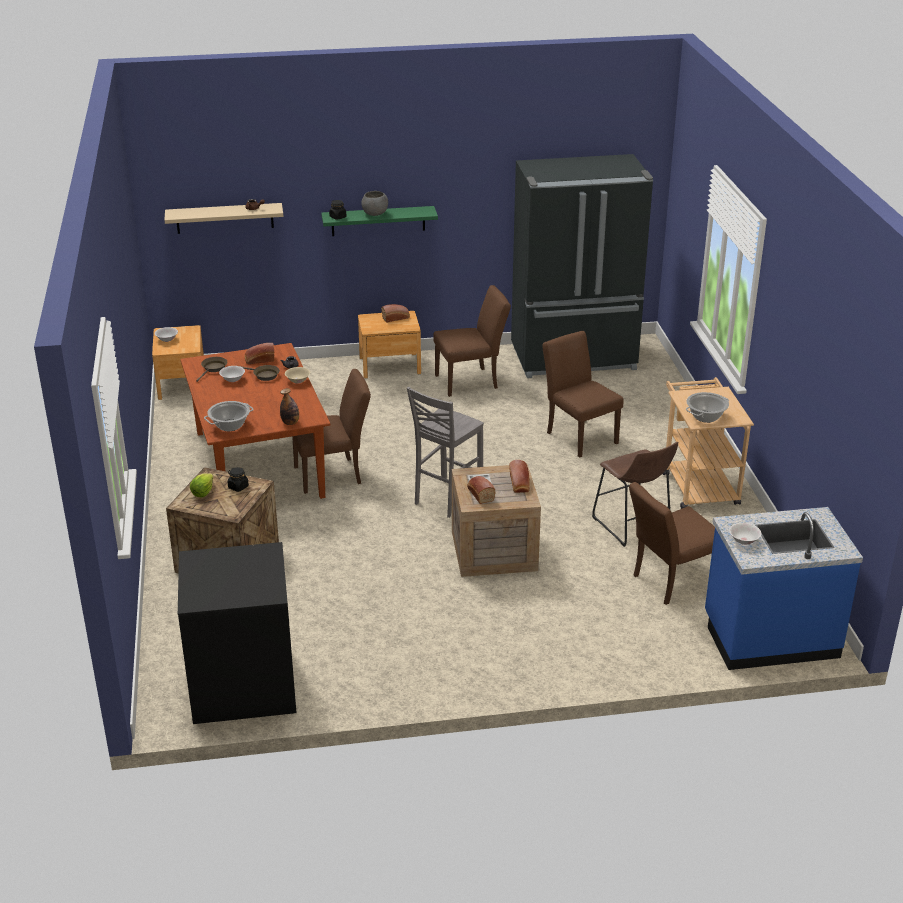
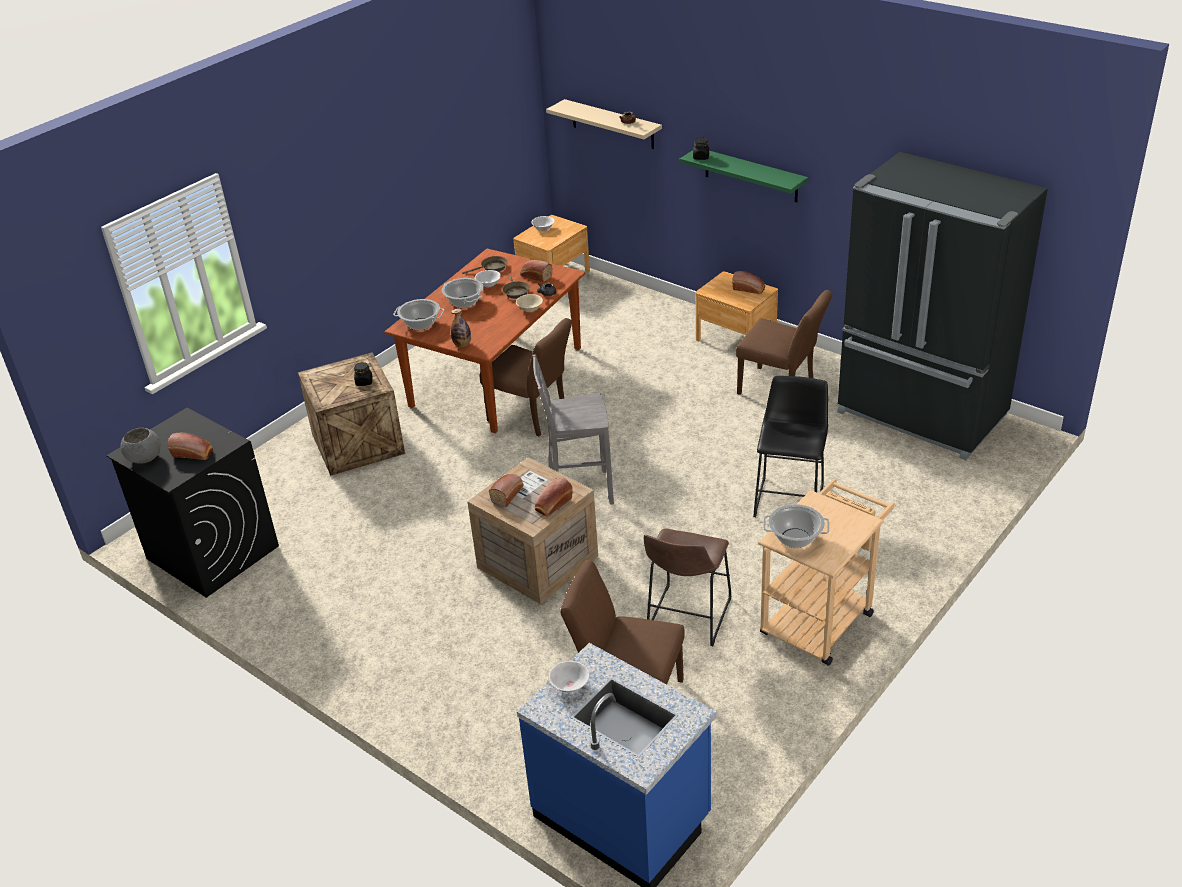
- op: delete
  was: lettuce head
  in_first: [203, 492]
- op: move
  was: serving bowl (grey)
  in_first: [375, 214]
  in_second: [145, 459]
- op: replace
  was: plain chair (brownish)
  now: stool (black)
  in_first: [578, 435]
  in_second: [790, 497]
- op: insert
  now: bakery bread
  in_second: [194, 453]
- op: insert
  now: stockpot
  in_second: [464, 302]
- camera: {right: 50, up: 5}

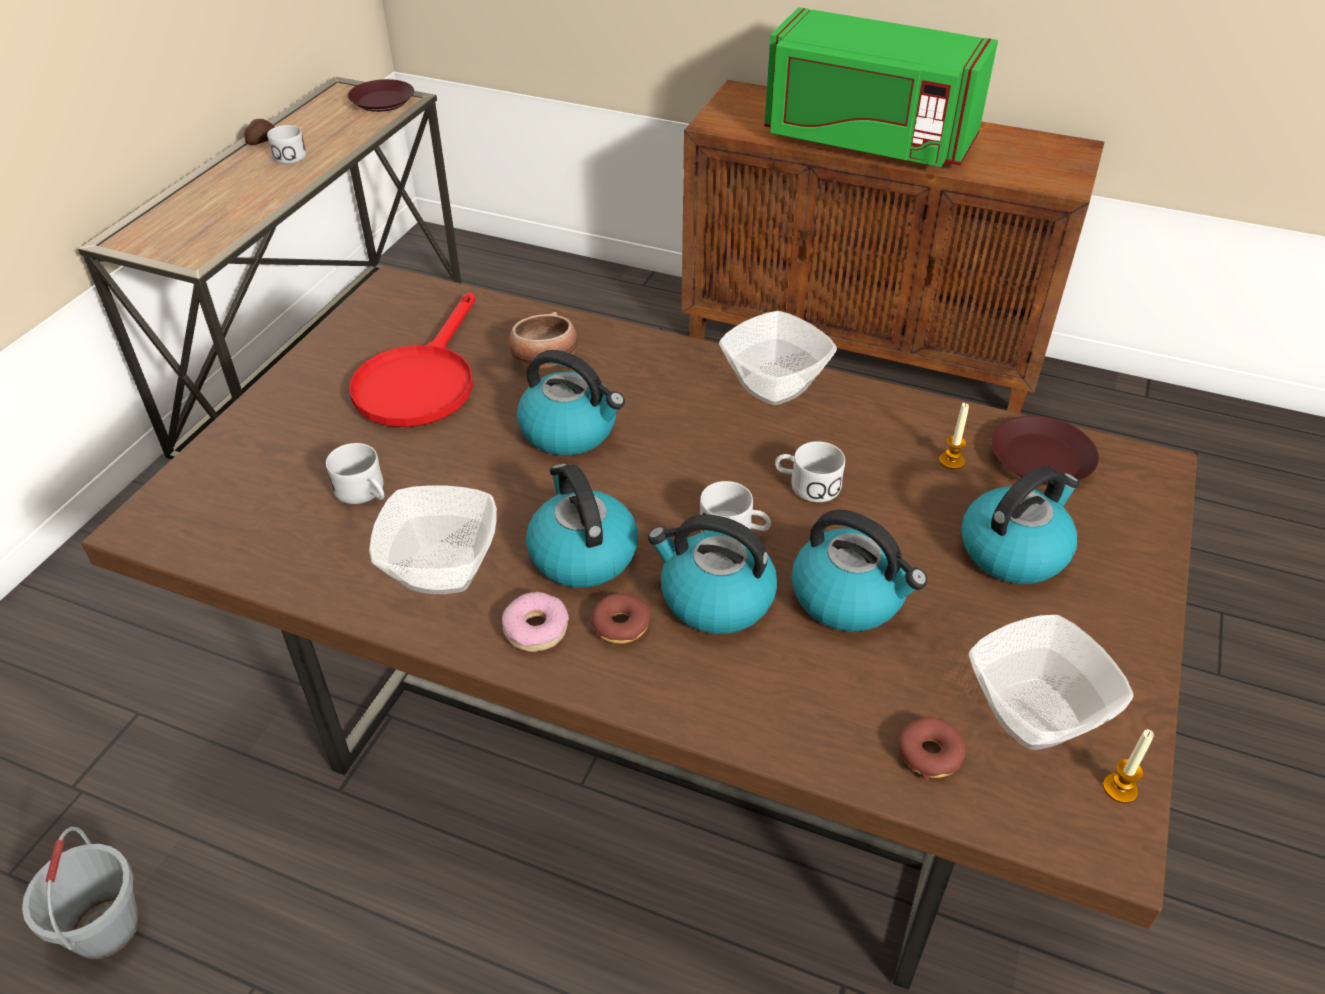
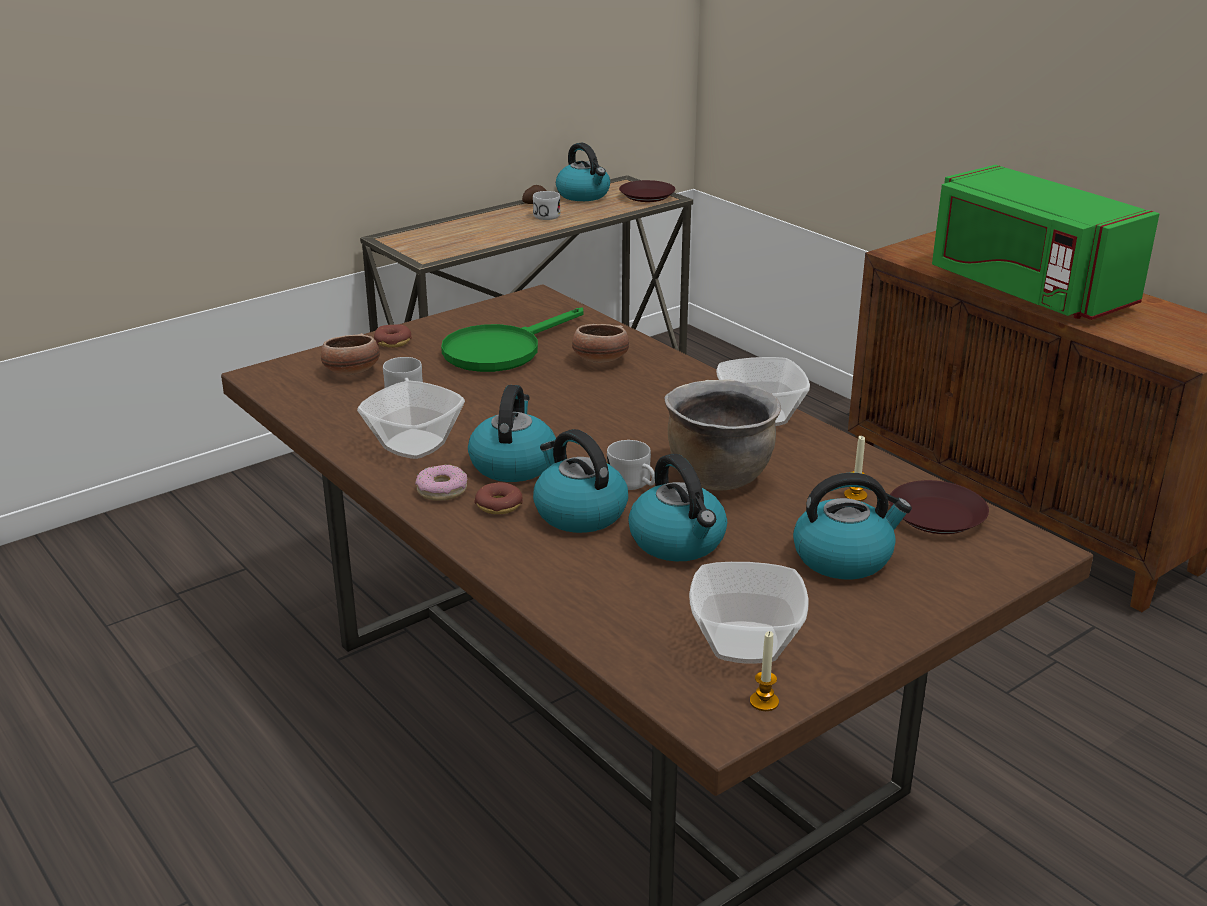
- op: delete
  was: bucket (grey)
  in_first: [105, 928]
- op: recolor
  was: skillet (red)
  now: skillet (green-coloured)
  in_first: [420, 381]
  in_second: [501, 350]
- op: move
  was: tea kettle
  in_first: [570, 430]
  in_second: [584, 195]
- op: replace
  was: tea mug (white)
  now: stockpot (brownish)
  in_first: [806, 485]
  in_second: [718, 476]
- op: move
  was: doughnut
  in_first: [929, 754]
  in_second: [393, 342]
- op: insert
  now: serving bowl
  in_second: [351, 372]
- camera: {right: 30, up: -15}

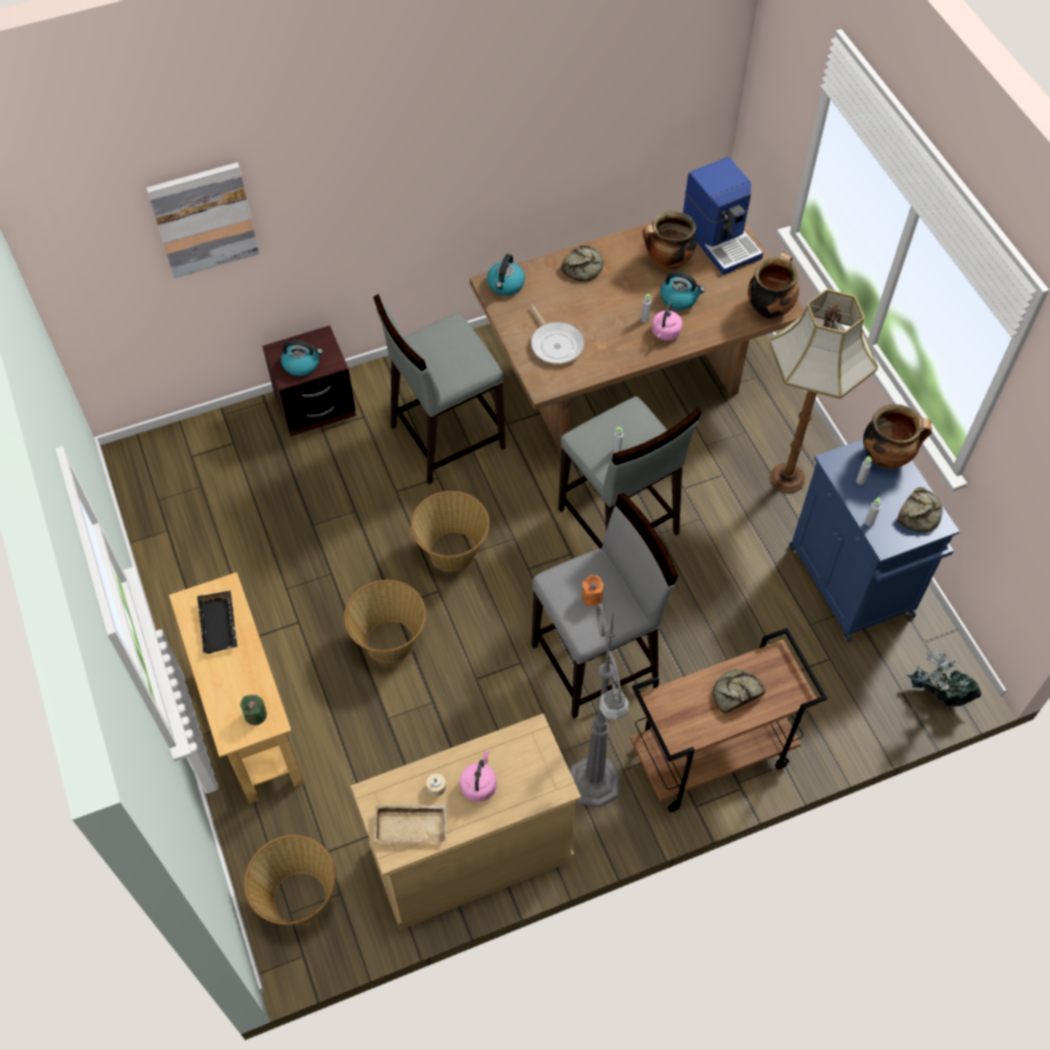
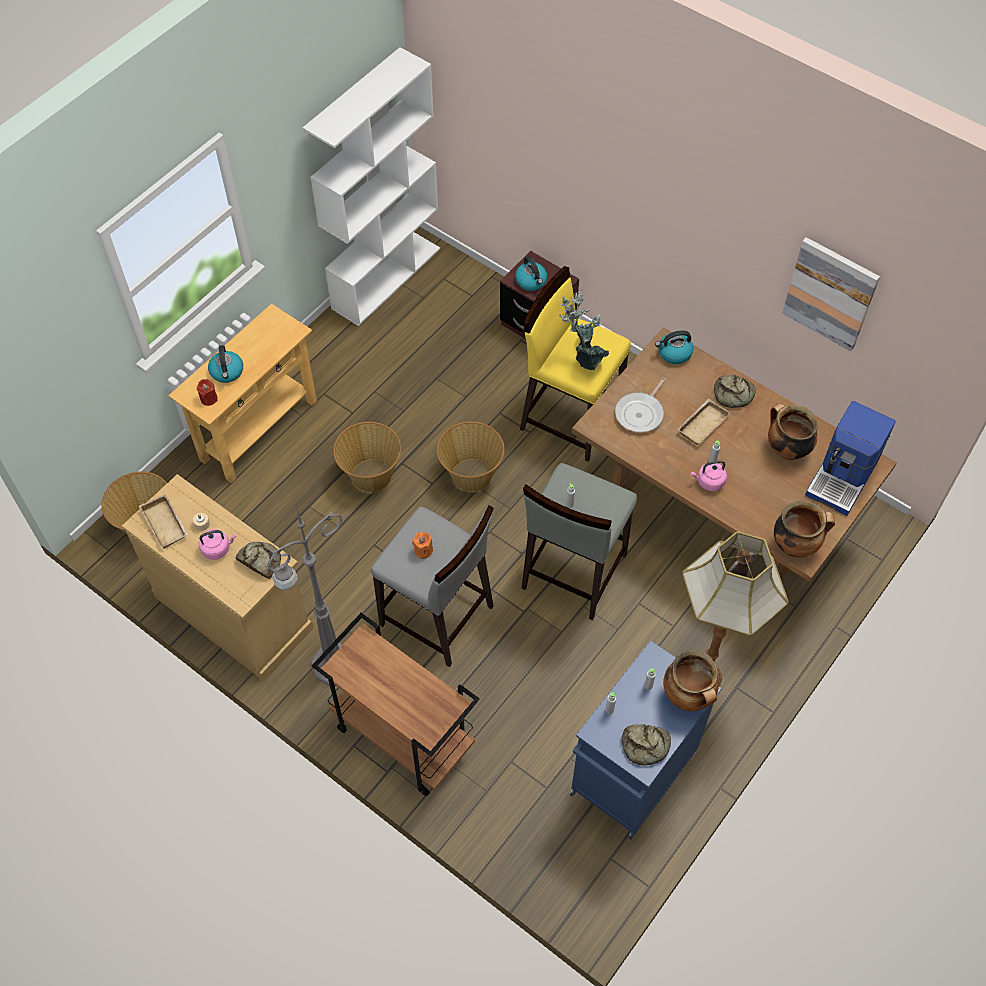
- op: move
  was: wall art
  in_first: [204, 219]
  in_second: [830, 293]
- op: delete
  was: carrying tray (black)
  in_first: [220, 625]
- op: recolor
  was: wax light (green-coloured)
  now: wax light (red)
  in_first: [255, 715]
  in_second: [209, 398]
- op: recolor
  was: stool (grey)
  now: stool (yellowish)
  in_first: [446, 437]
  in_second: [570, 418]
- op: move
  was: tea kettle
  in_first: [679, 298]
  in_second: [227, 372]
- op: move
  was: bakery bread
  in_first: [736, 693]
  in_second: [260, 561]
- op: move
  was: potted plant
  in_first: [934, 697]
  in_second: [583, 357]
- op: insert
  now: bookcase (white)
  in_second: [386, 277]
- op: insert
  now: carrying tray (beige)
  in_second: [702, 423]
- camera: {right: 60, up: 0}

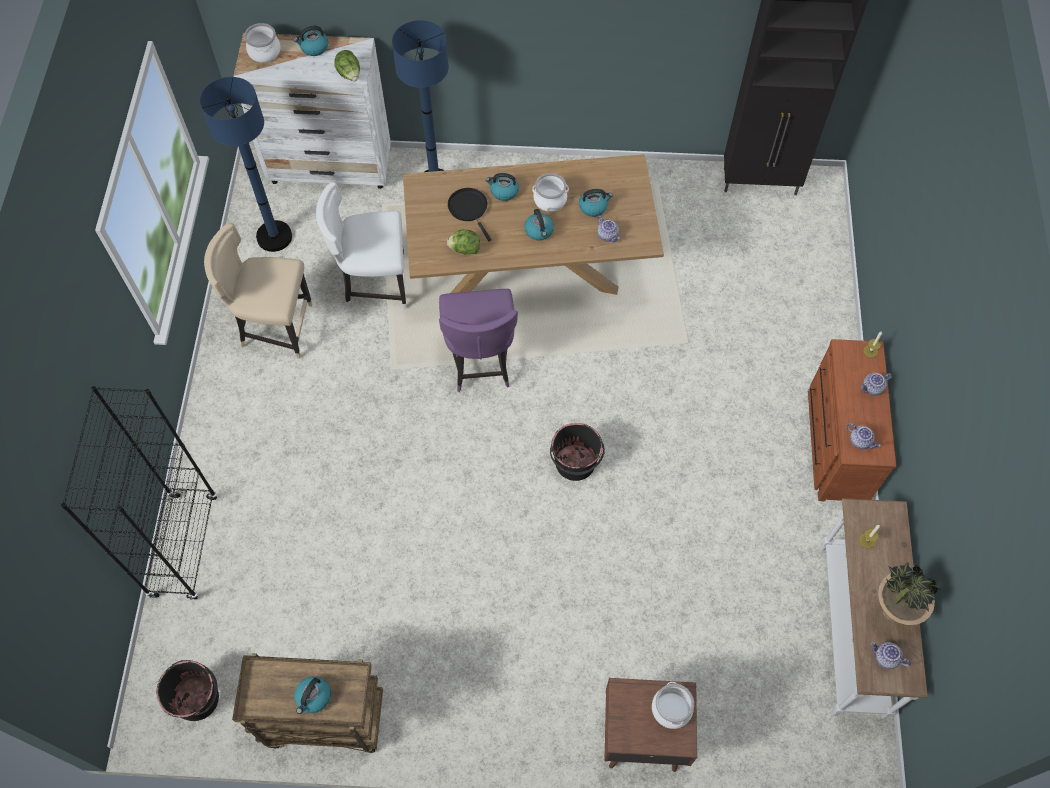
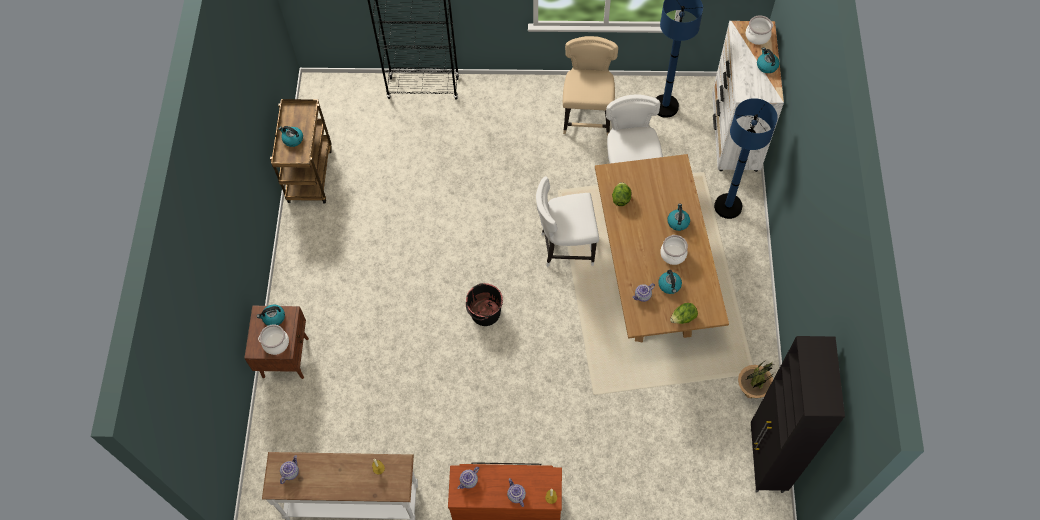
- op: delete
  was: bucket (black)
  in_first: [197, 698]
- op: move
  was: lettuce head
  in_first: [349, 74]
  in_second: [683, 318]
- op: recolor
  was: plain chair (purplish)
  now: plain chair (white)
  in_first: [480, 363]
  in_second: [565, 247]
- op: delete
  was: skillet (black)
  in_first: [469, 209]
- op: move
  was: tea kettle
  in_first: [539, 231]
  in_second: [273, 318]
- op: move
  was: potted plant
  in_first: [890, 612]
  in_second: [750, 392]
- camera: {right: 90, up: 0}

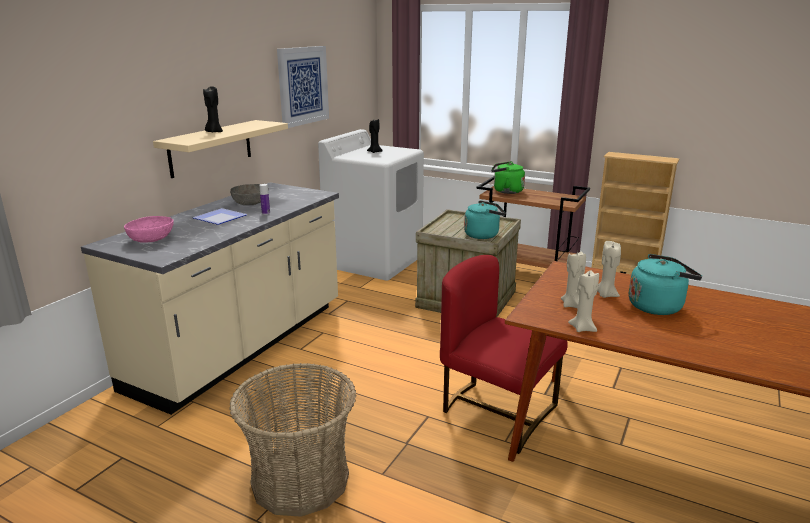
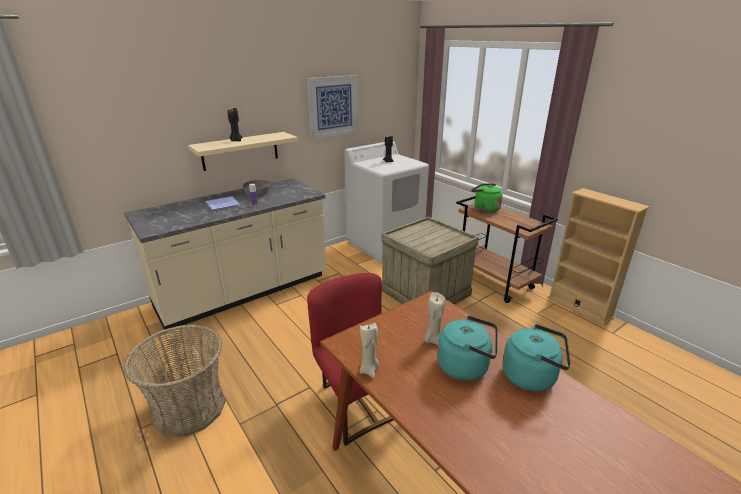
- op: delete
  was: serving bowl (pinkish)
  in_first: [151, 239]
- op: move
  was: tea kettle (turquoise)
  in_first: [483, 235]
  in_second: [532, 376]
- op: delete
  was: wax light (beige)
  in_first: [571, 305]
- camera: {right: 25, up: 5}

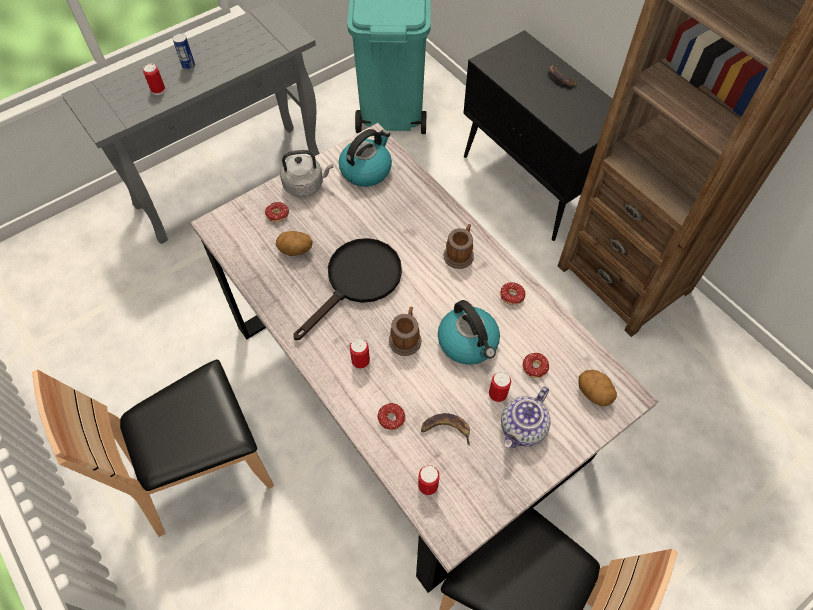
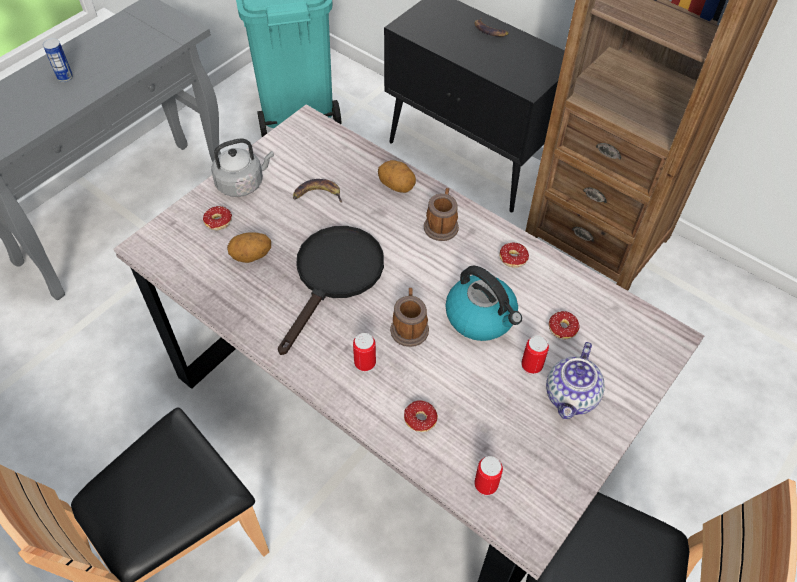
- op: delete
  was: metal can
  in_first: [158, 90]
- op: delete
  was: tea kettle
  in_first: [366, 170]
- op: move
  was: whole banana
  in_first: [446, 429]
  in_second: [317, 194]
- op: move
  was: potato
  in_first: [594, 393]
  in_second: [397, 186]
- camera: {right: -15, up: -5}

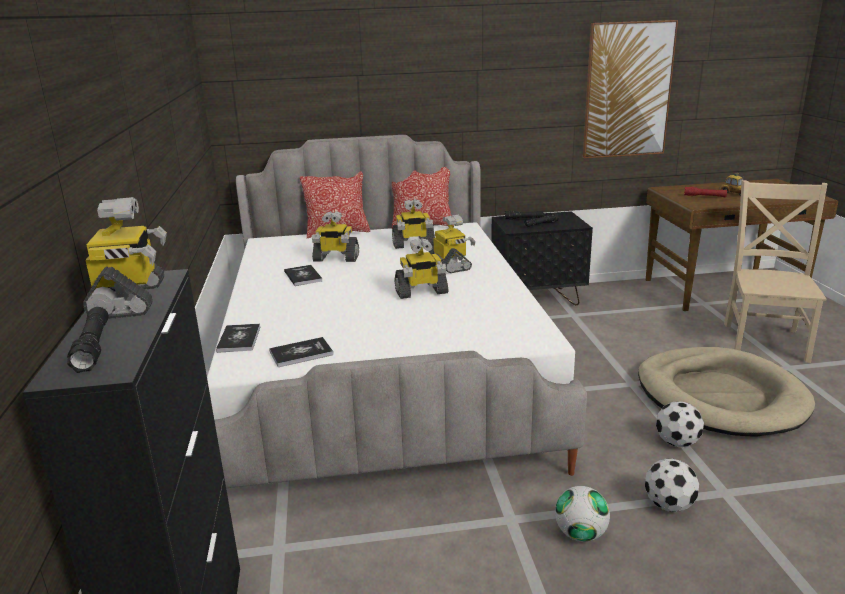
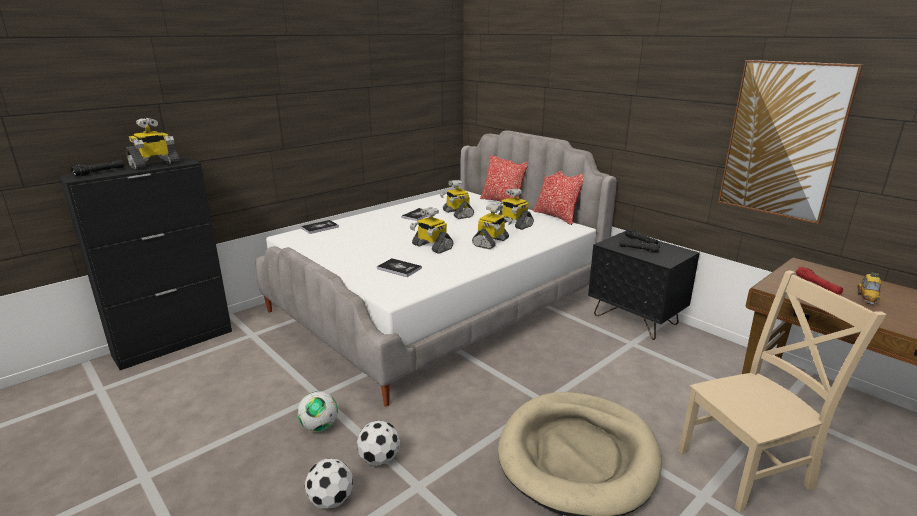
- op: move
  was: volume
  in_first: [301, 353]
  in_second: [399, 268]
- op: move
  was: football
  in_first: [677, 443]
  in_second: [331, 500]
- camera: {right: 55, up: 0}

